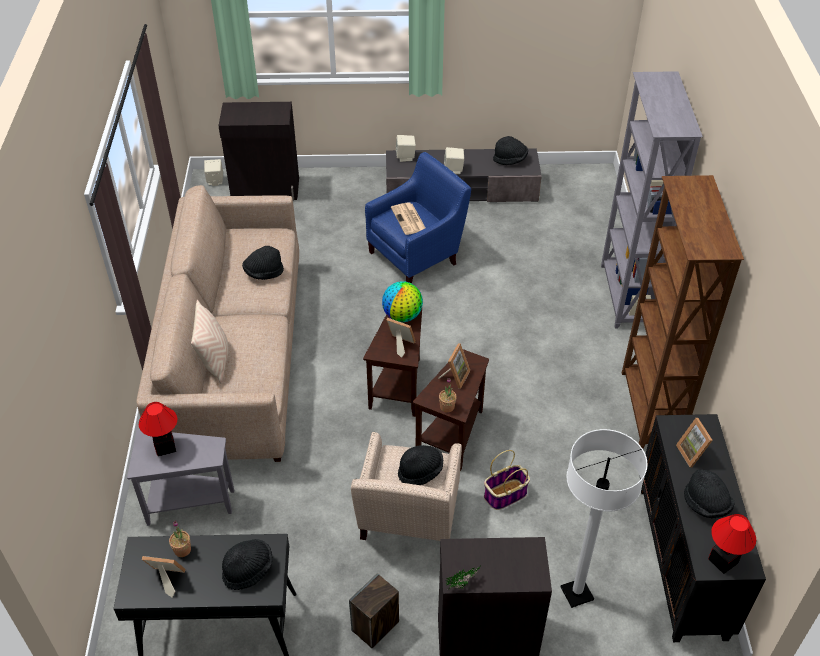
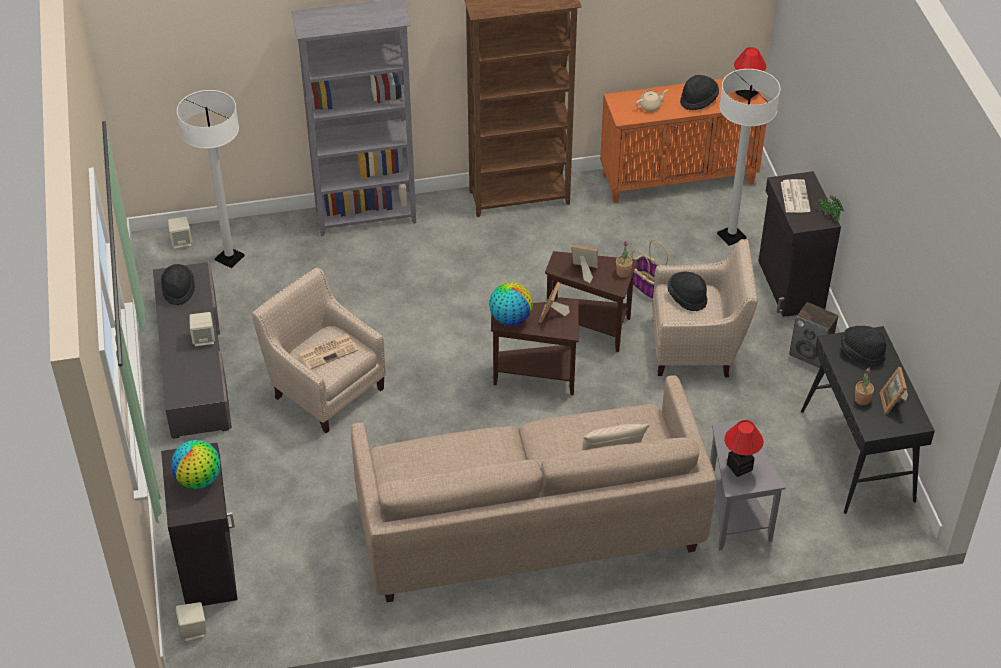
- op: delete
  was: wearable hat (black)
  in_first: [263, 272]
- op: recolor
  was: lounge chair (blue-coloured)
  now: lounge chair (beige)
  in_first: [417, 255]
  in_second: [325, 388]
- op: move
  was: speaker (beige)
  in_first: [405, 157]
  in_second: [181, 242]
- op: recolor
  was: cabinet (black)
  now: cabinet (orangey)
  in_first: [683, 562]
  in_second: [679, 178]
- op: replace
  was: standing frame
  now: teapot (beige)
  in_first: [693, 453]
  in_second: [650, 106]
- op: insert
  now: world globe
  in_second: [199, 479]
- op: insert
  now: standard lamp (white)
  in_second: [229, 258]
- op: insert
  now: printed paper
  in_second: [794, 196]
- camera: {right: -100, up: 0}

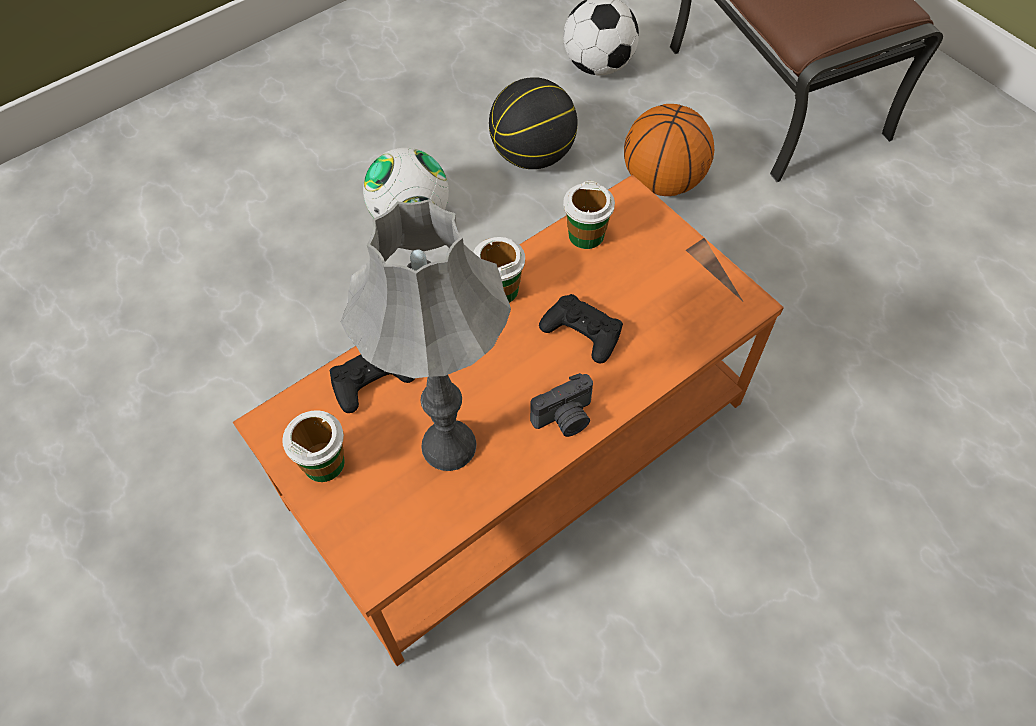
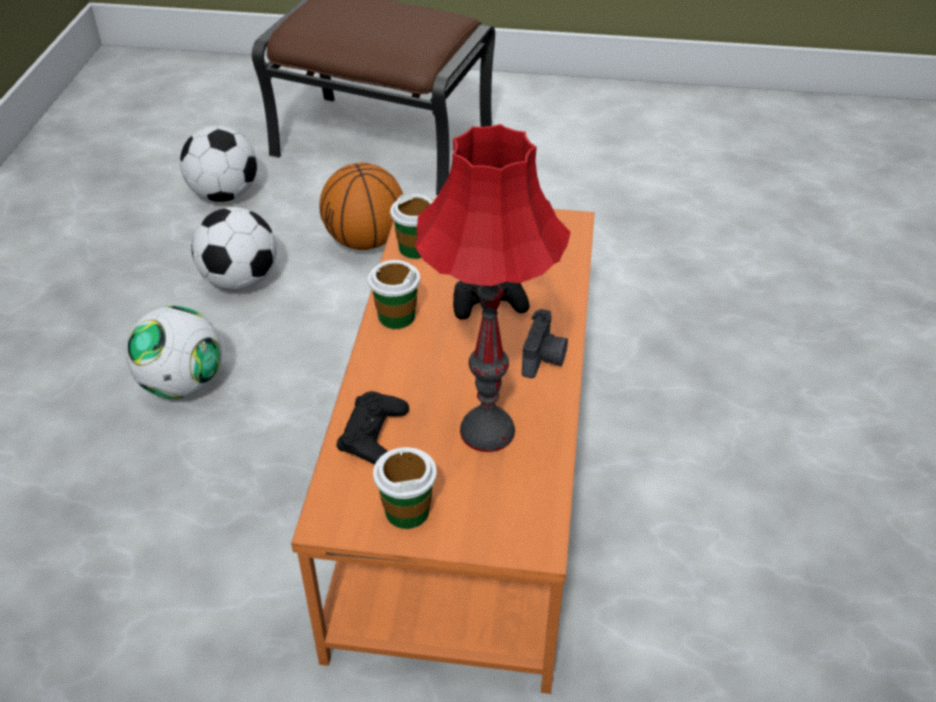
- op: recolor
  was: table lamp (grey)
  now: table lamp (red)
  in_first: [449, 445]
  in_second: [487, 430]
- op: replace
  was: basketball ball
  now: football
  in_first: [533, 155]
  in_second: [241, 281]
- camera: {right: -45, up: -15}

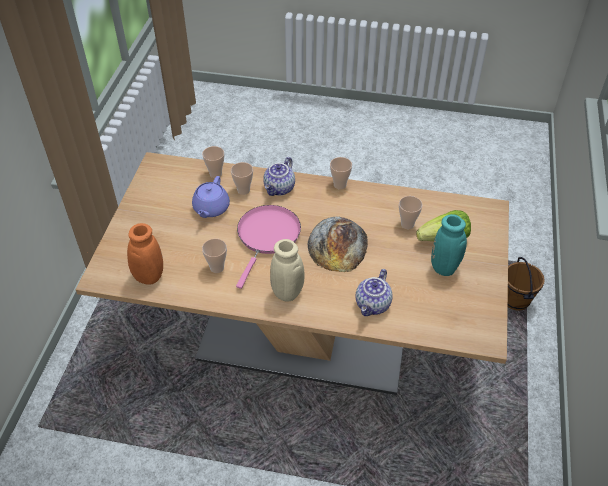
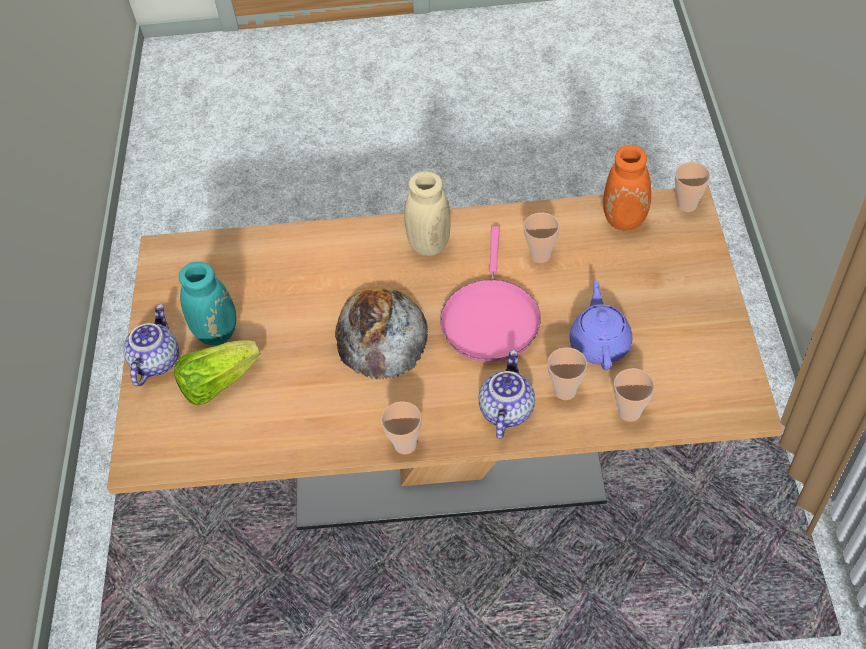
- op: move
  was: teapot
  in_first: [373, 305]
  in_second: [155, 361]
- op: move
  was: drinking cup
  in_first: [407, 224]
  in_second: [686, 205]
- op: delete
  was: bucket (brownish)
  in_first: [516, 301]
- camera: {right: 170, up: 5}

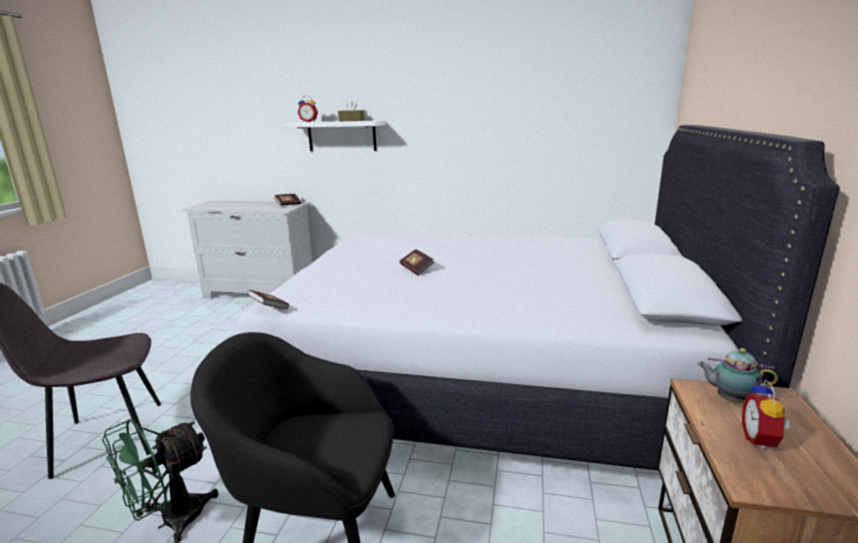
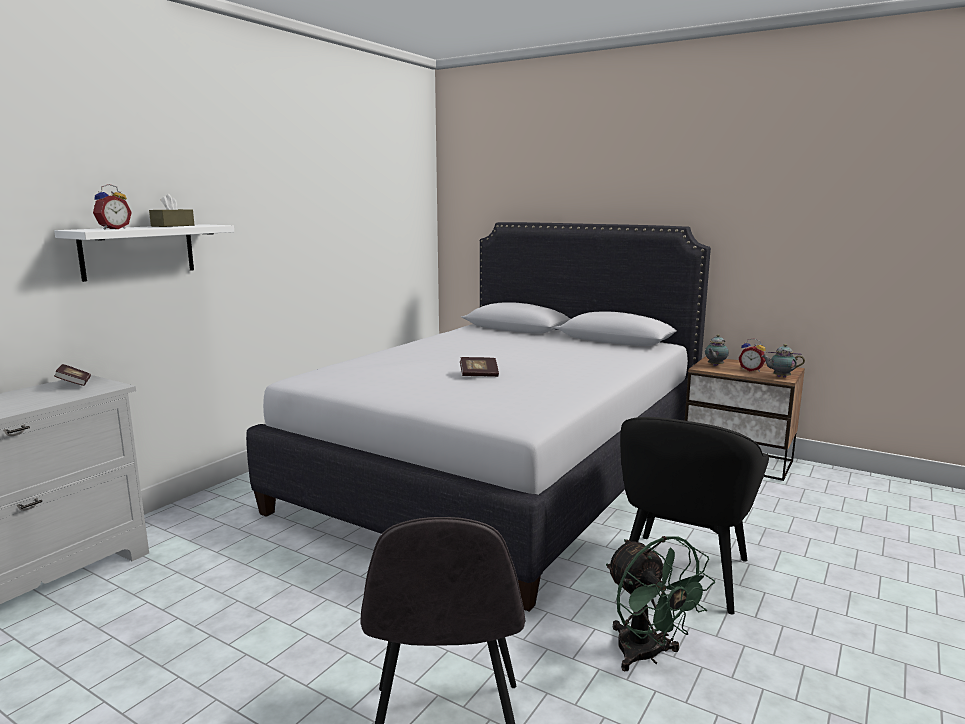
- op: delete
  was: volume
  in_first: [269, 308]
- op: insert
  now: teapot
  in_second: [780, 377]
- camera: {right: -70, up: -5}

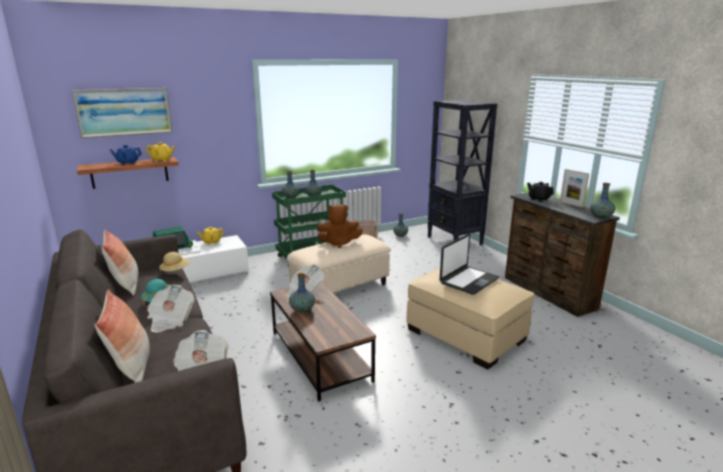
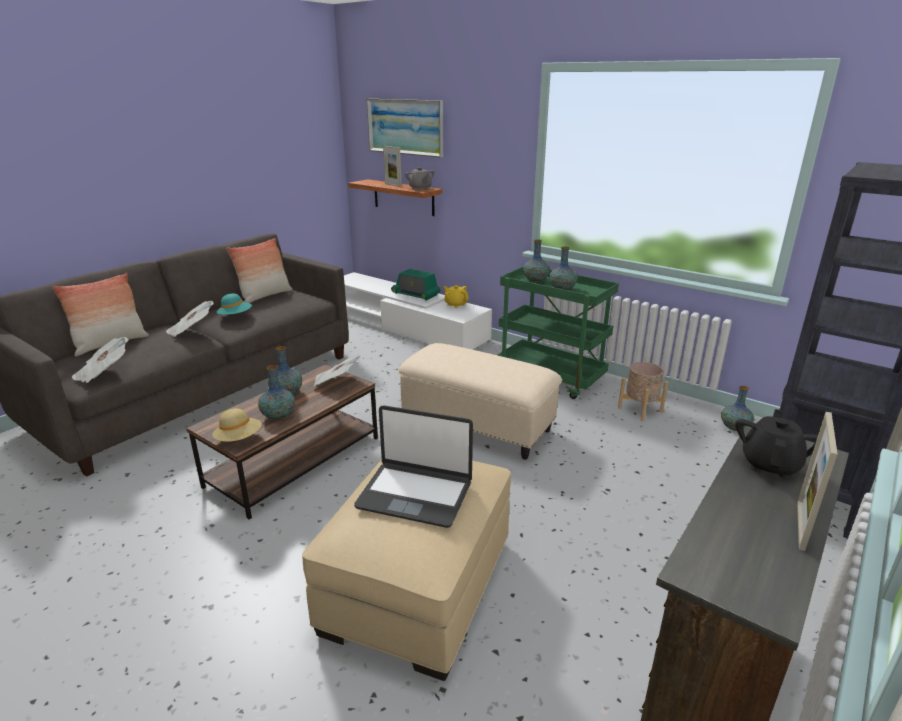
- op: replace
  was: teapot (blue-coloured)
  now: standing frame
  in_first: [127, 163]
  in_second: [393, 185]
- op: recolor
  was: teapot (yellowish)
  now: teapot (grey)
  in_first: [162, 160]
  in_second: [420, 189]
- op: move
  was: wearable hat (beige)
  in_first: [175, 271]
  in_second: [239, 439]
- op: delete
  was: soft toy (brownish)
  in_first: [339, 243]
- op: move
  was: vase
  in_first: [601, 217]
  in_second: [278, 416]
- camera: {right: 65, up: 5}

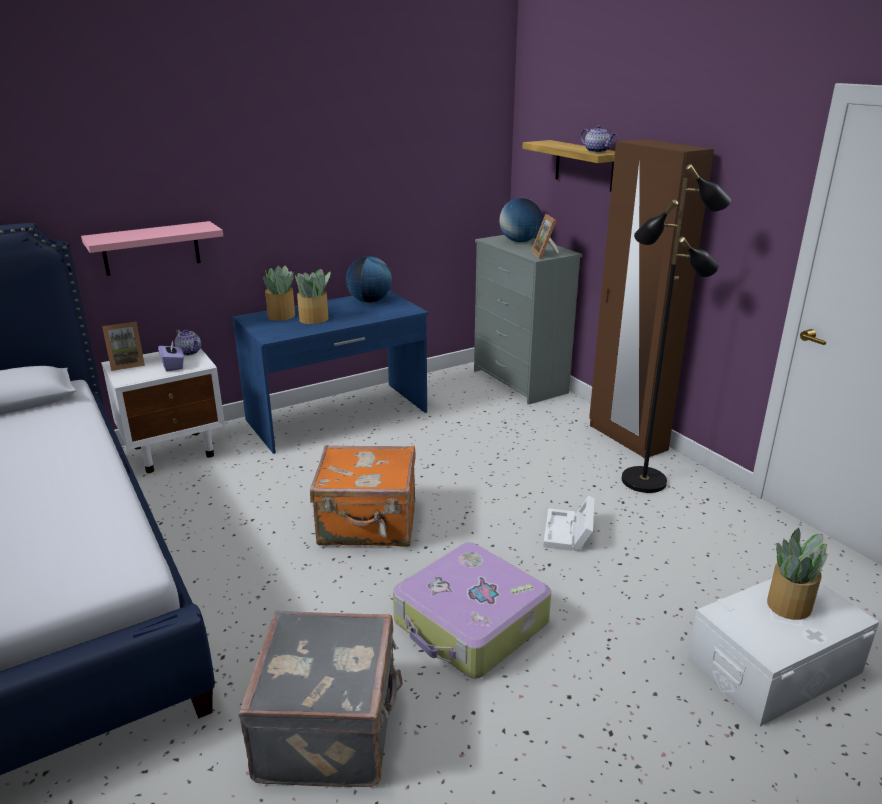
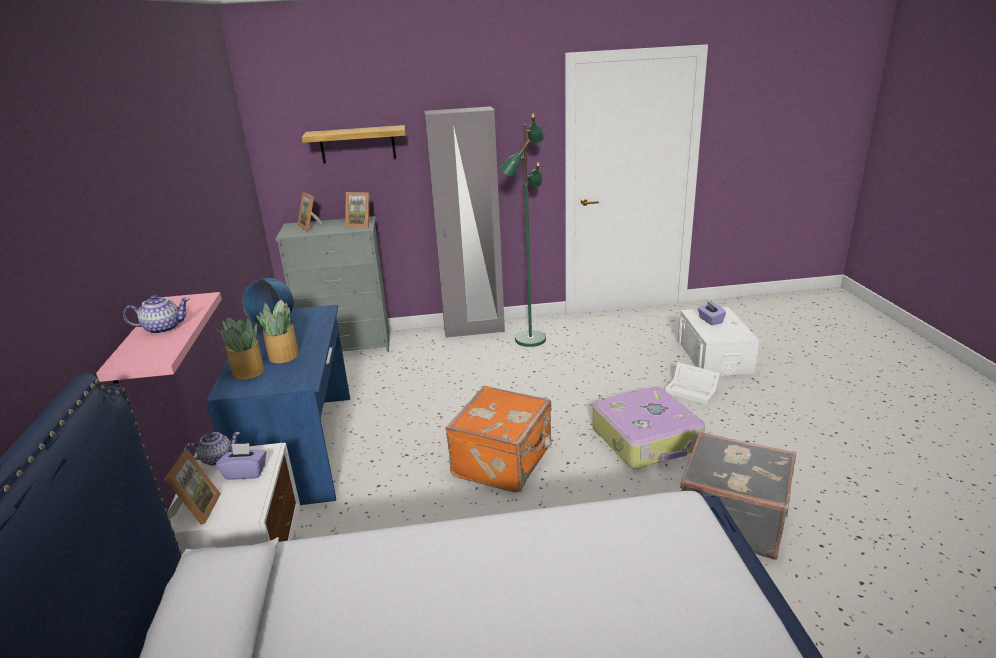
- op: replace
  was: world globe
  now: standing frame
  in_first: [519, 241]
  in_second: [311, 226]
- op: move
  was: storage box (white)
  in_first: [568, 533]
  in_second: [693, 391]
- op: move
  was: teapot
  in_first: [597, 151]
  in_second: [163, 328]
- op: recolor
  was: clothes cupboard (brownish)
  now: clothes cupboard (grey)
  in_first: [627, 438]
  in_second: [474, 330]
- op: recolor
  was: standard lamp (black)
  now: standard lamp (green-coloured)
  in_first: [644, 480]
  in_second: [529, 339]
- op: replace
  was: potted plant
  now: box of tissues (purplish)
  in_first: [790, 604]
  in_second: [710, 320]
- camera: {right: -65, up: 0}

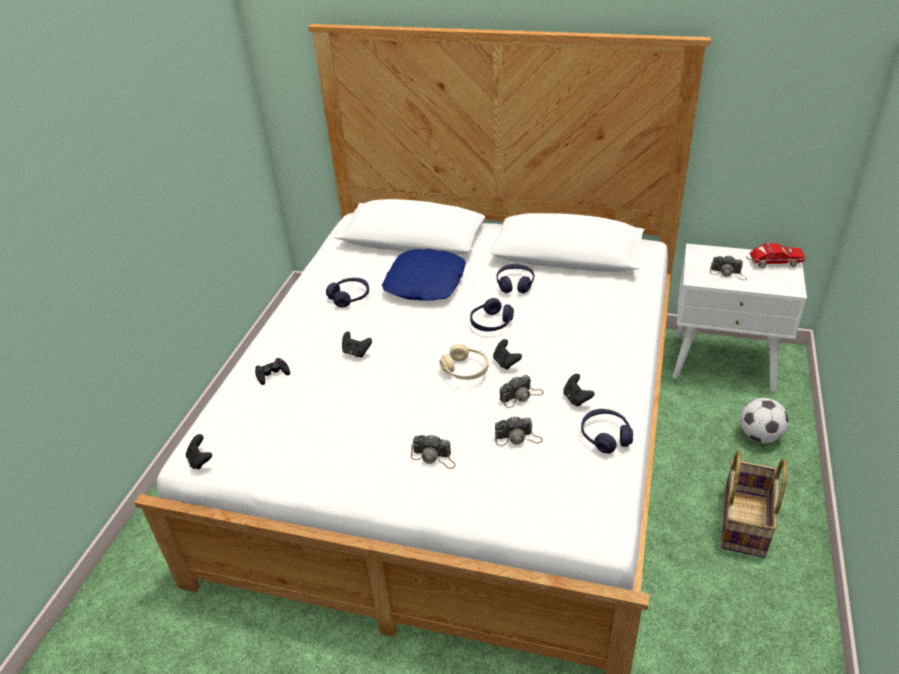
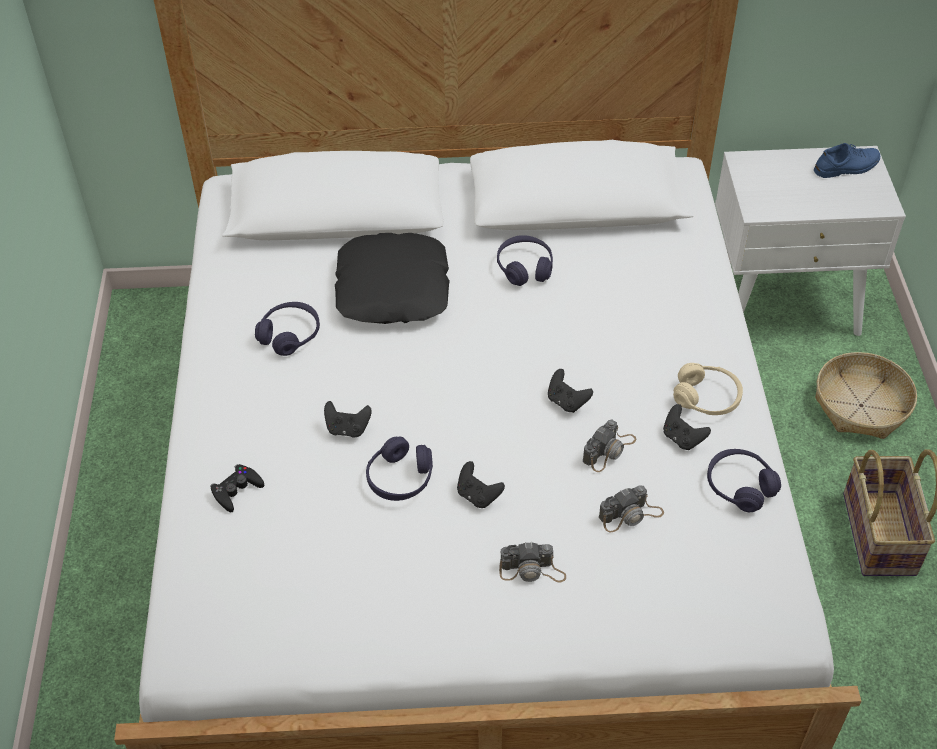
- op: move
  was: game controller (black)
  in_first: [200, 460]
  in_second: [478, 495]
- op: recolor
  was: cushion (blue-coloured)
  now: cushion (black)
  in_first: [426, 283]
  in_second: [394, 289]
- op: move
  was: headphones (beige)
  in_first: [465, 370]
  in_second: [706, 398]
- op: move
  was: headphones (purplish)
  in_first: [491, 323]
  in_second: [400, 478]
- op: delete
  was: photo camera
  in_first: [728, 273]
- op: replace
  was: football
  now: storage basket
  in_first: [759, 436]
  in_second: [861, 405]
- op: replace
  was: model truck
  now: low shoe (blue-coloured)
  in_first: [772, 263]
  in_second: [846, 167]
- camera: {right: -20, up: 10}

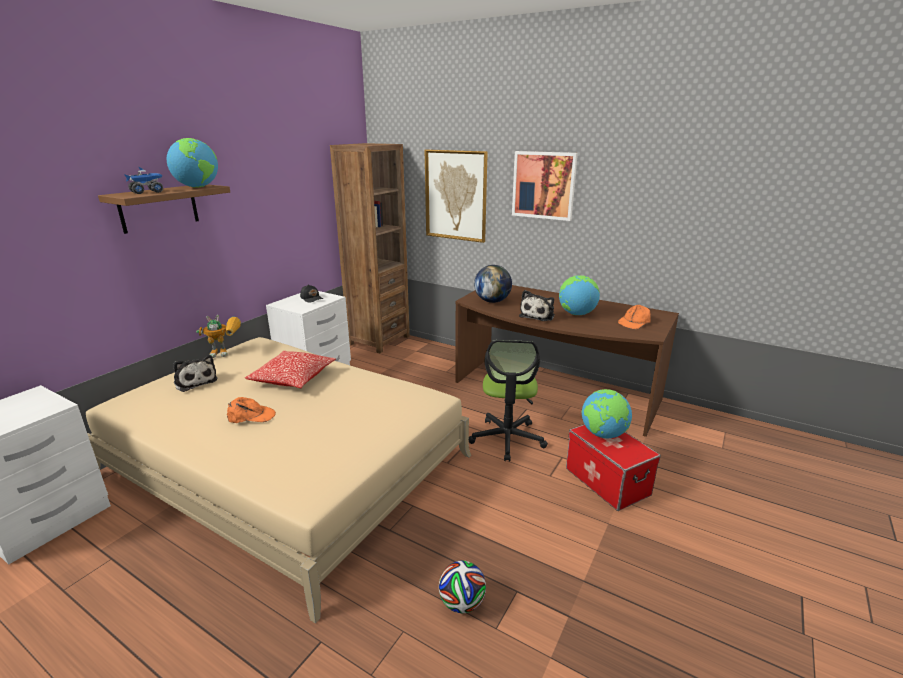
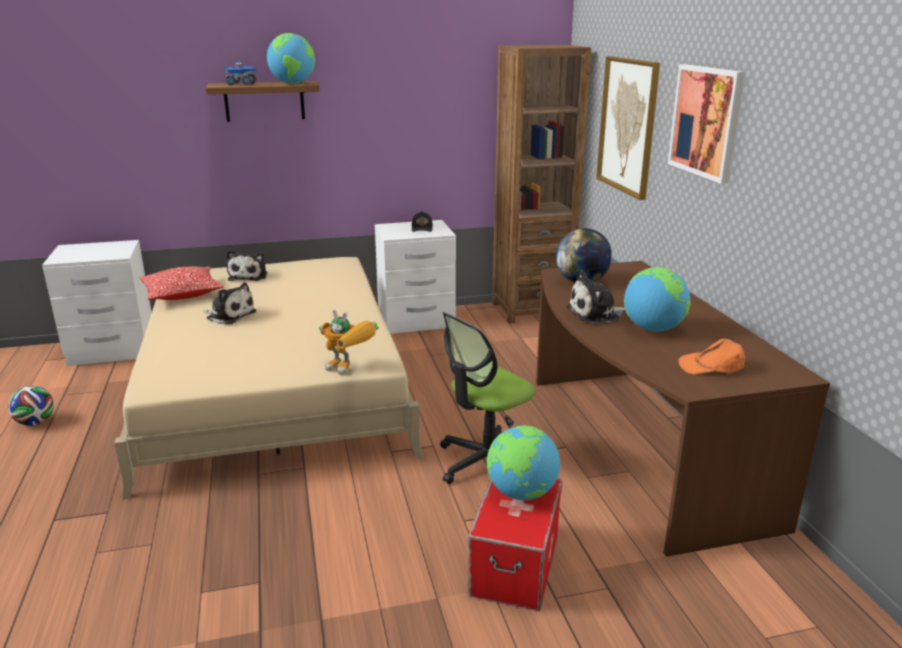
- op: move
  was: robot figure
  in_first: [227, 353]
  in_second: [350, 369]
- op: replace
  was: peaked cap (orangey)
  now: soft toy
  in_first: [251, 416]
  in_second: [229, 315]
- op: move
  was: cushion
  in_first: [293, 378]
  in_second: [182, 294]
- op: move
  was: football
  in_first: [462, 603]
  in_second: [35, 422]
- camera: {right: 45, up: 0}

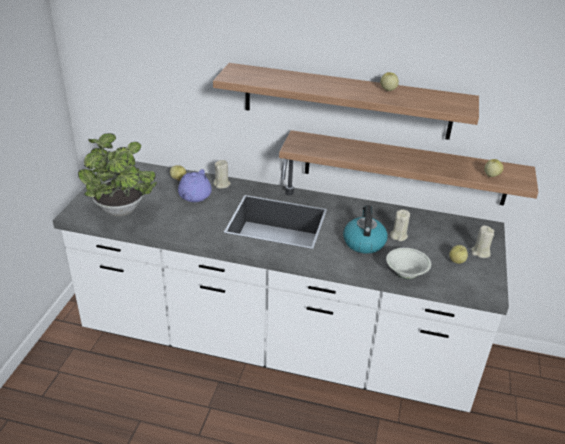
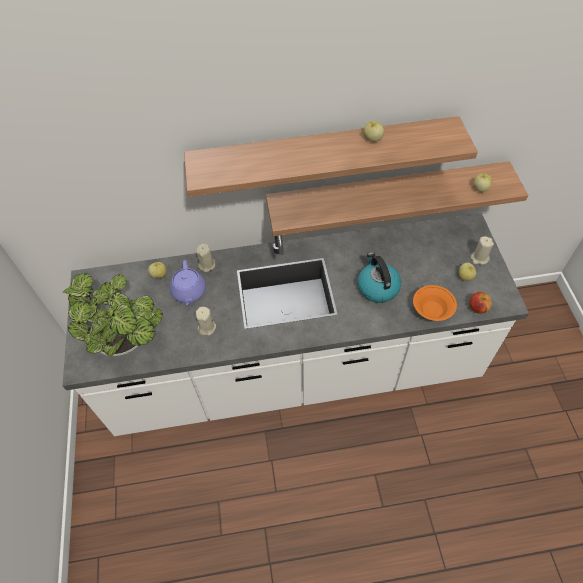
- op: recolor
  was: serving bowl (white)
  now: serving bowl (orangey)
  in_first: [406, 274]
  in_second: [431, 311]
- op: move
  was: wax light (beige)
  in_first: [398, 236]
  in_second: [206, 327]
- op: insert
  now: apple fruit
  in_second: [477, 308]
- camera: {right: -20, up: 20}

